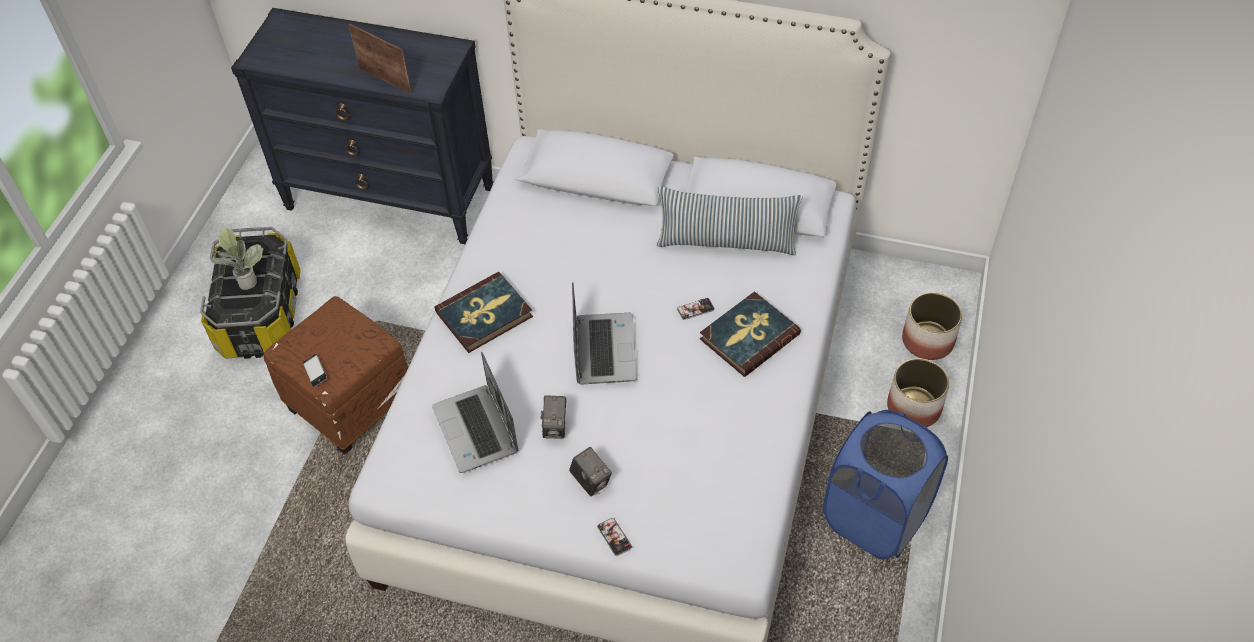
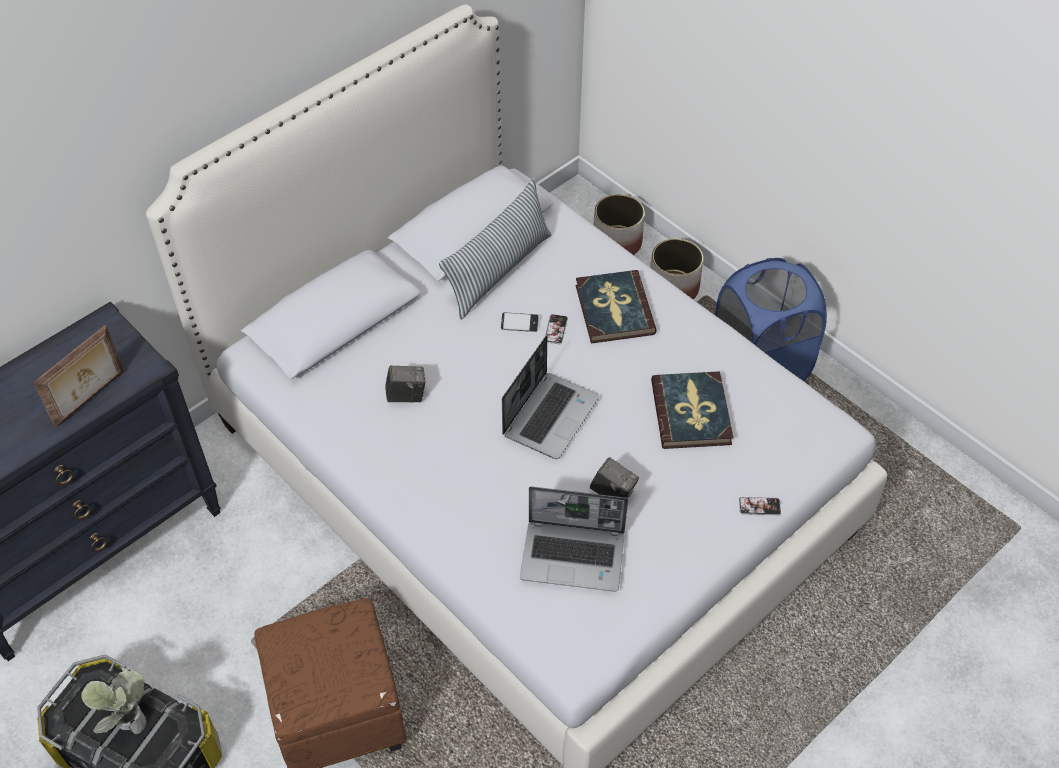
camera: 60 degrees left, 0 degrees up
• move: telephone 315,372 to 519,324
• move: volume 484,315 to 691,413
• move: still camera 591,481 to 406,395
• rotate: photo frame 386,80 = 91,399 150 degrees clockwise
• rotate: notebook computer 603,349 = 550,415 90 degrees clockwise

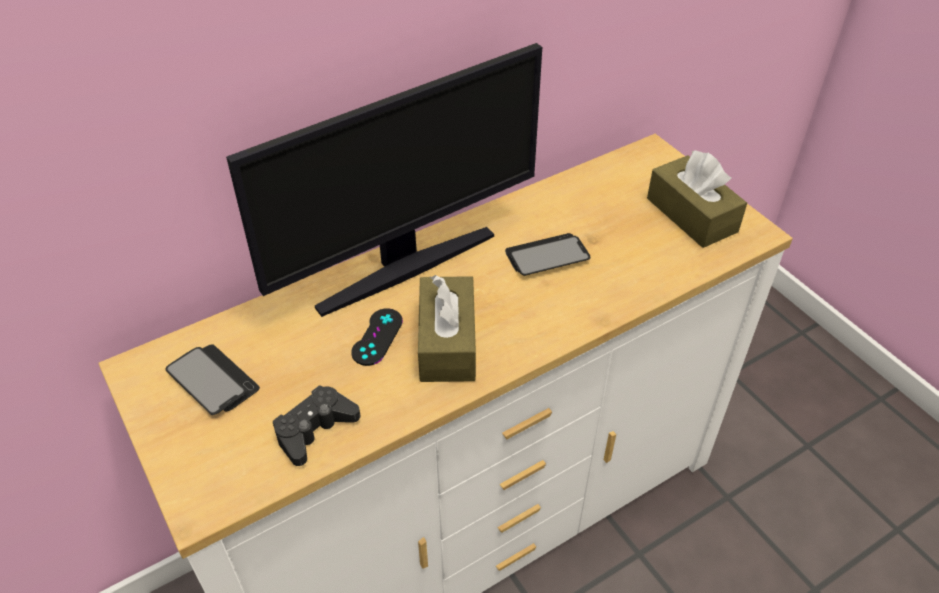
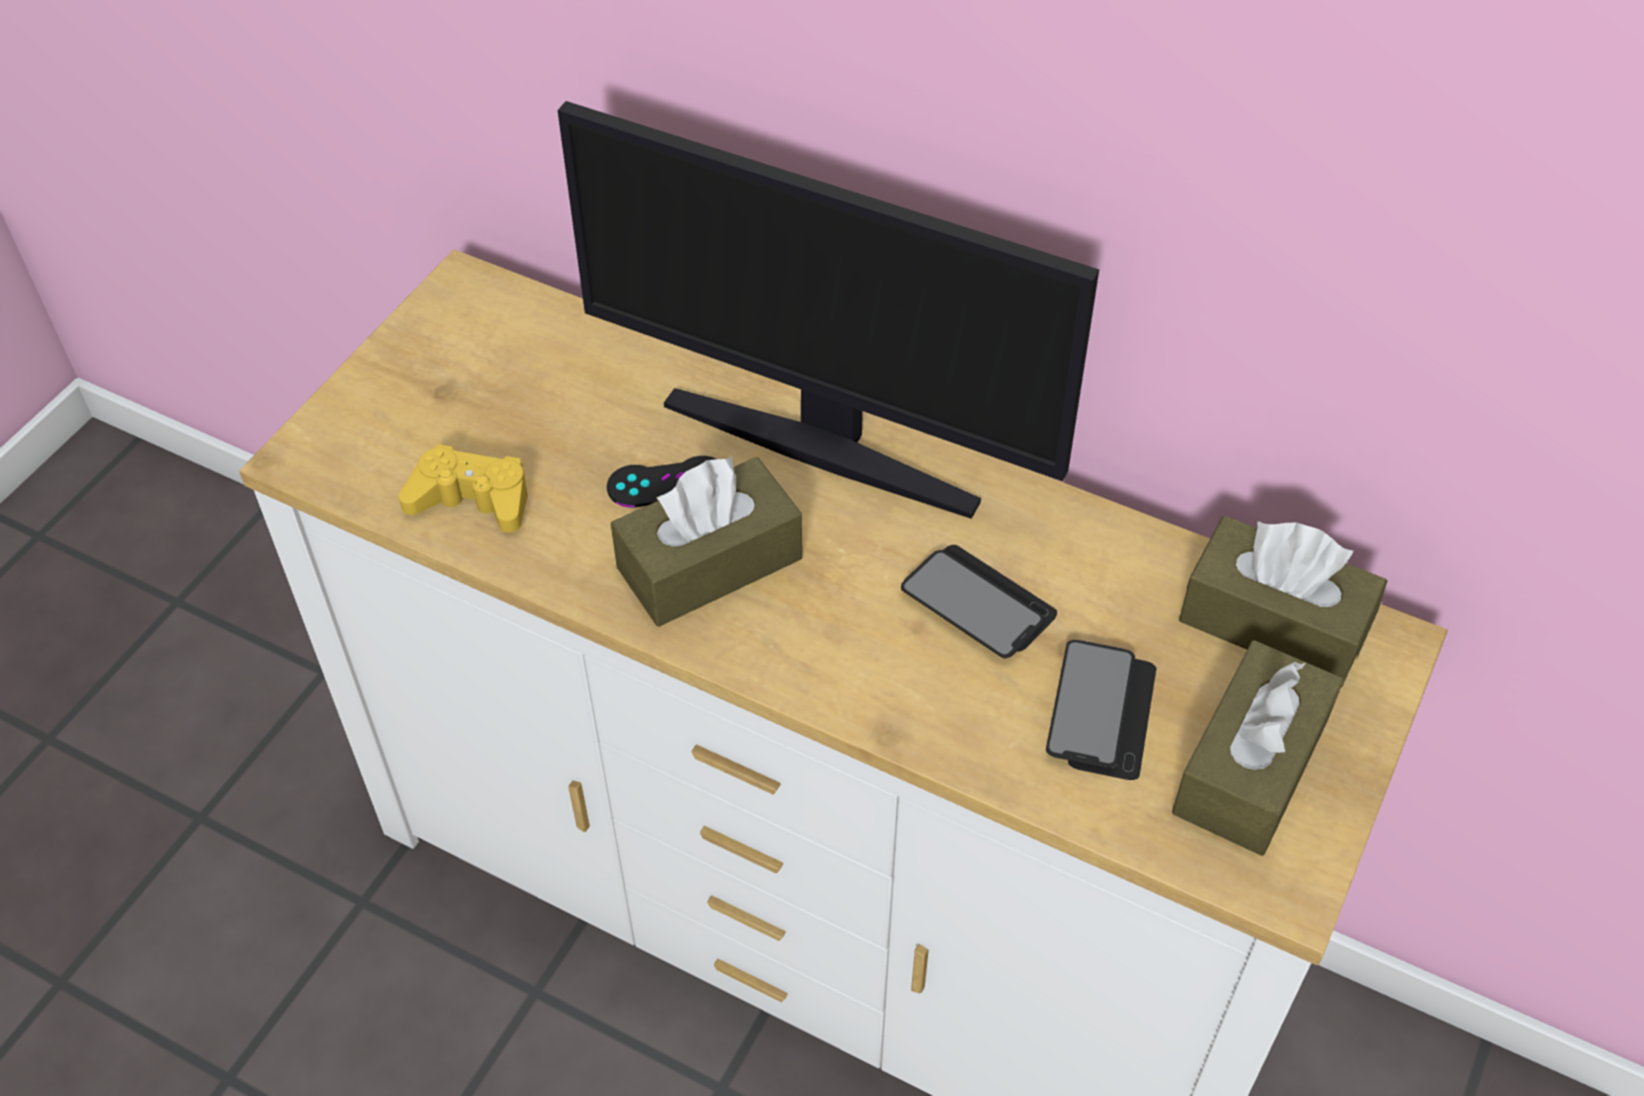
camera: 60 degrees right, 5 degrees up
• insert: tissue box in brown 1274,623
• move: telephone 213,381 to 1101,712
• recolor: joypad in black-coloured 315,429 to joypad in yellowish 472,499

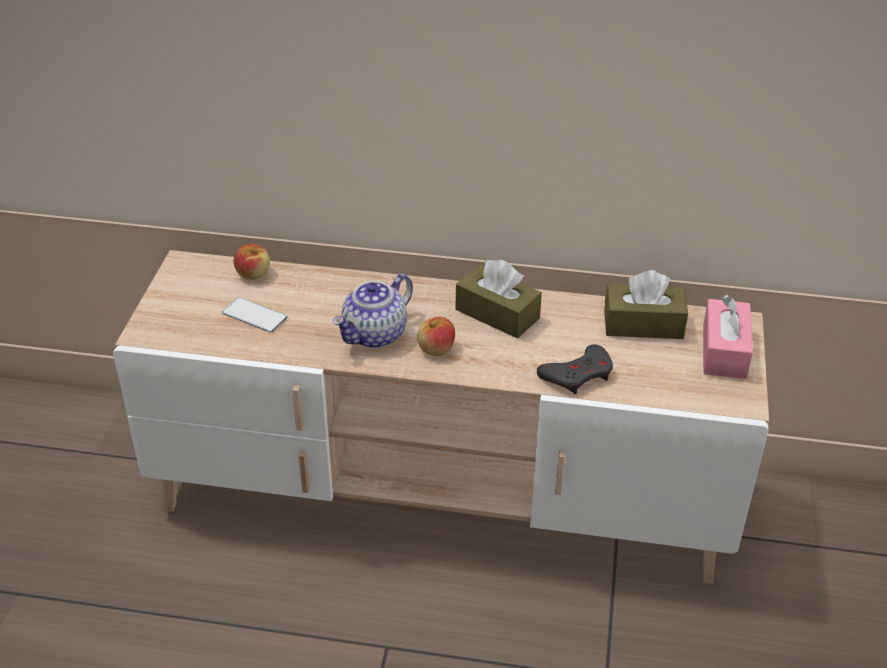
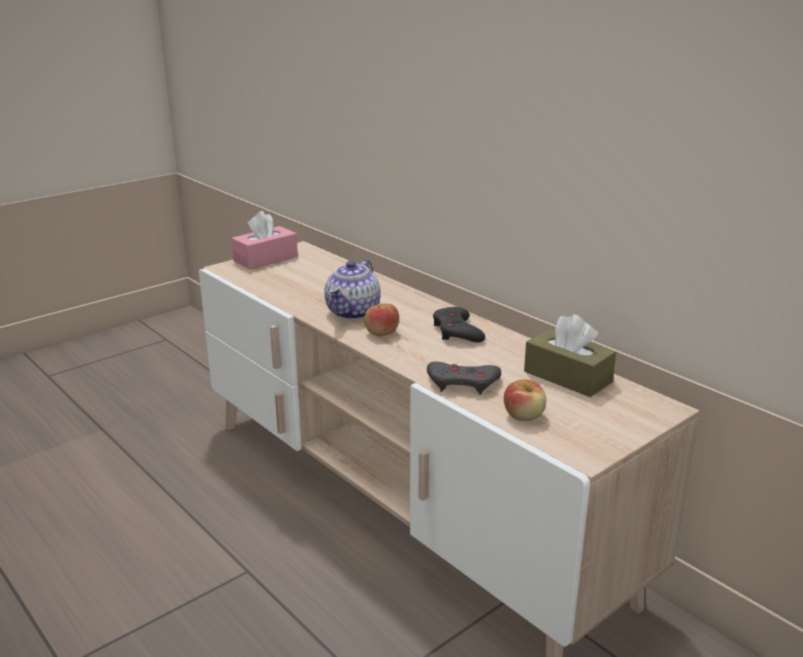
camera: 40 degrees right, 15 degrees down
• delete: telephone 254,315
• move: apple 253,274 to 524,416
• move: tissue box in pink-coloured 724,351 to 265,259
• replace: tissue box in brown 497,314 to joypad in black-coloured 457,331
• rotate: pot for tea 375,335 = 353,312 60 degrees counterclockwise

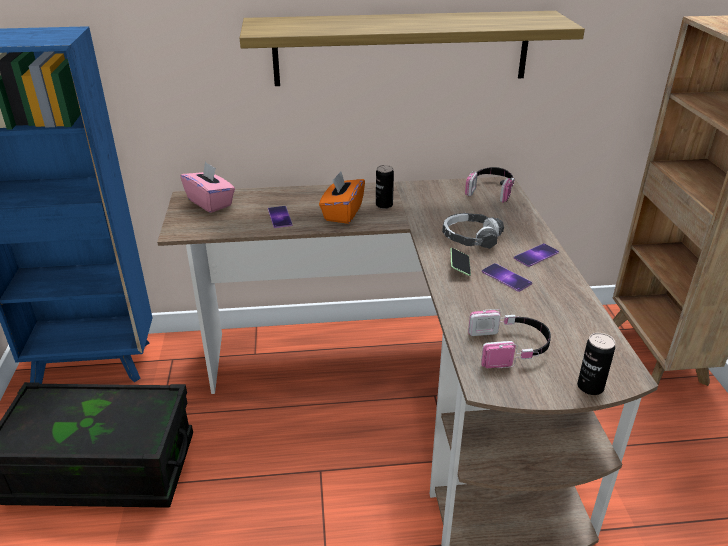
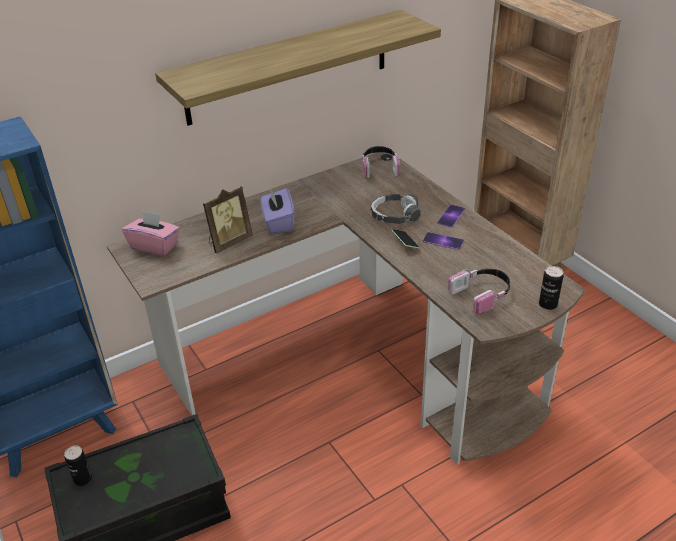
camera: 25 degrees left, 5 degrees up
• move: metal can 384,205 to 83,479
• replace: telephone 280,217 to photo frame 229,242
• recolor: tissue box in orange 342,213 to tissue box in purple-coloured 278,222

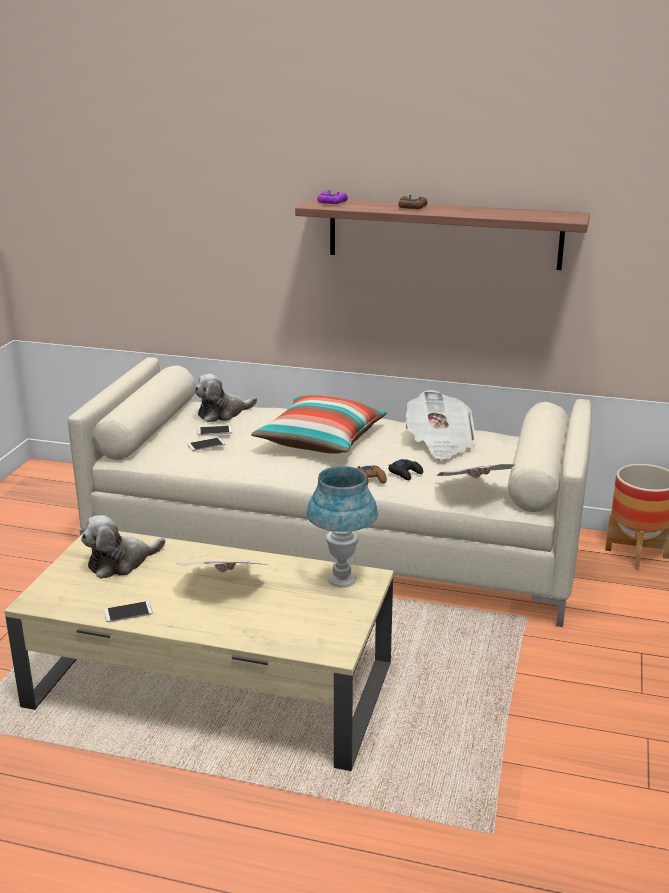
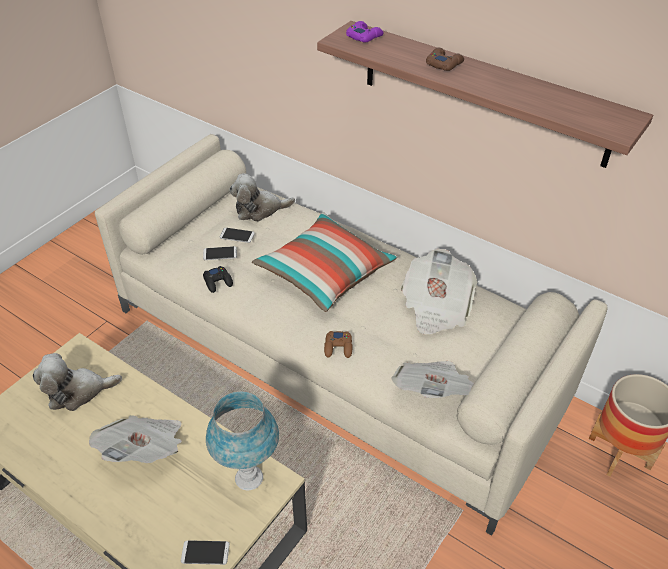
camera: 20 degrees right, 20 degrees up
• move: telephone 128,612 to 205,552
• move: joypad in black-coloured 405,473 to 218,282

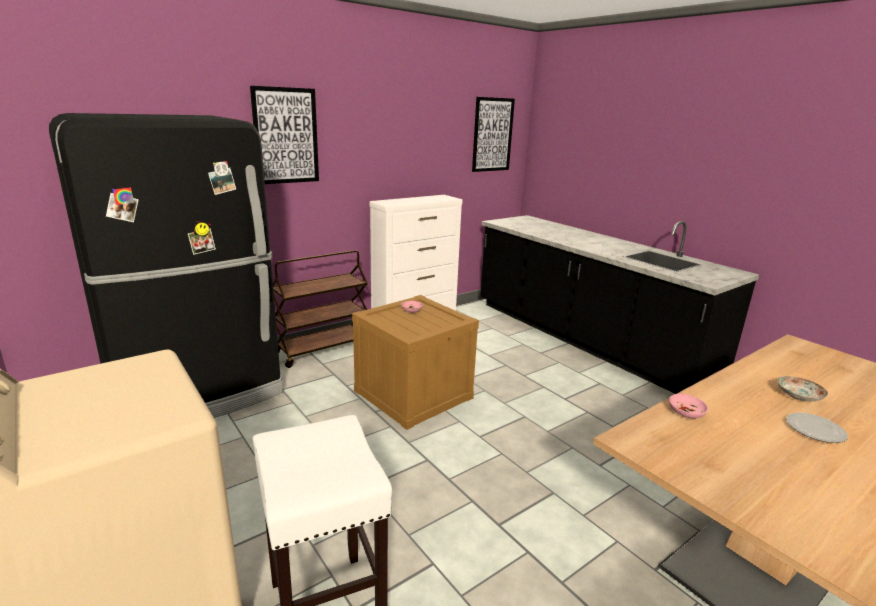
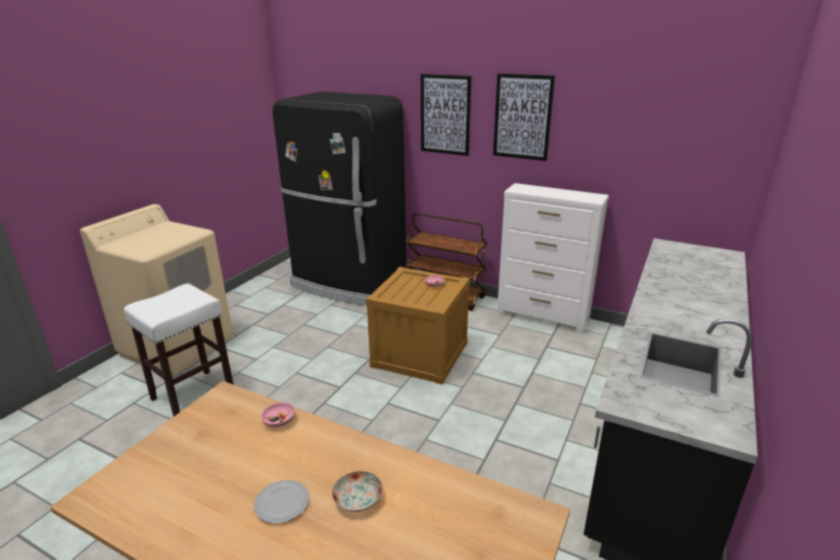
camera: 65 degrees right, 5 degrees up
• move: wall art 492,135 to 522,117

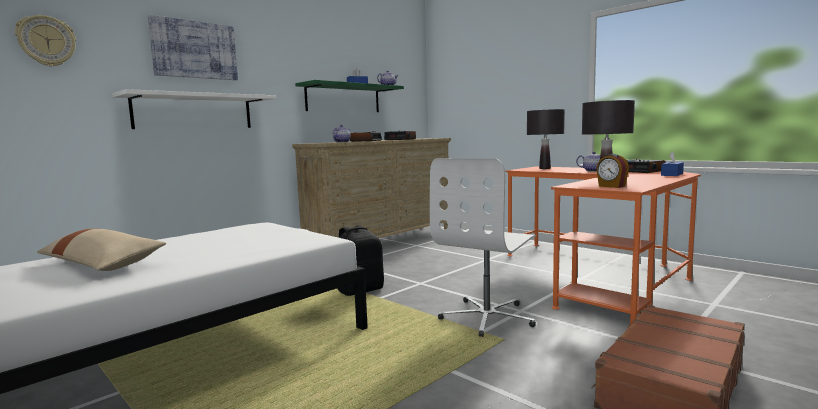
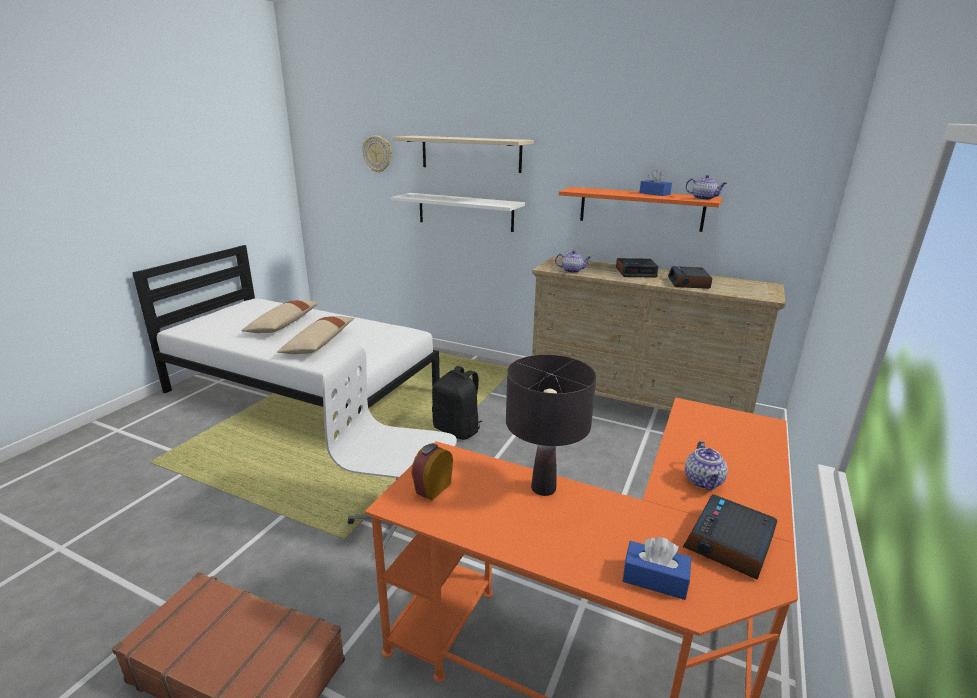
camera: 70 degrees right, 15 degrees up
• delete: table lamp in black-coloured 544,168
• insert: cushion in sand-coloured 319,343
• replace: wall art 195,50 to bracket shelf in sand-coloured 470,153
• recolor: bracket shelf in green-coloured 343,98 to bracket shelf in orange 640,208

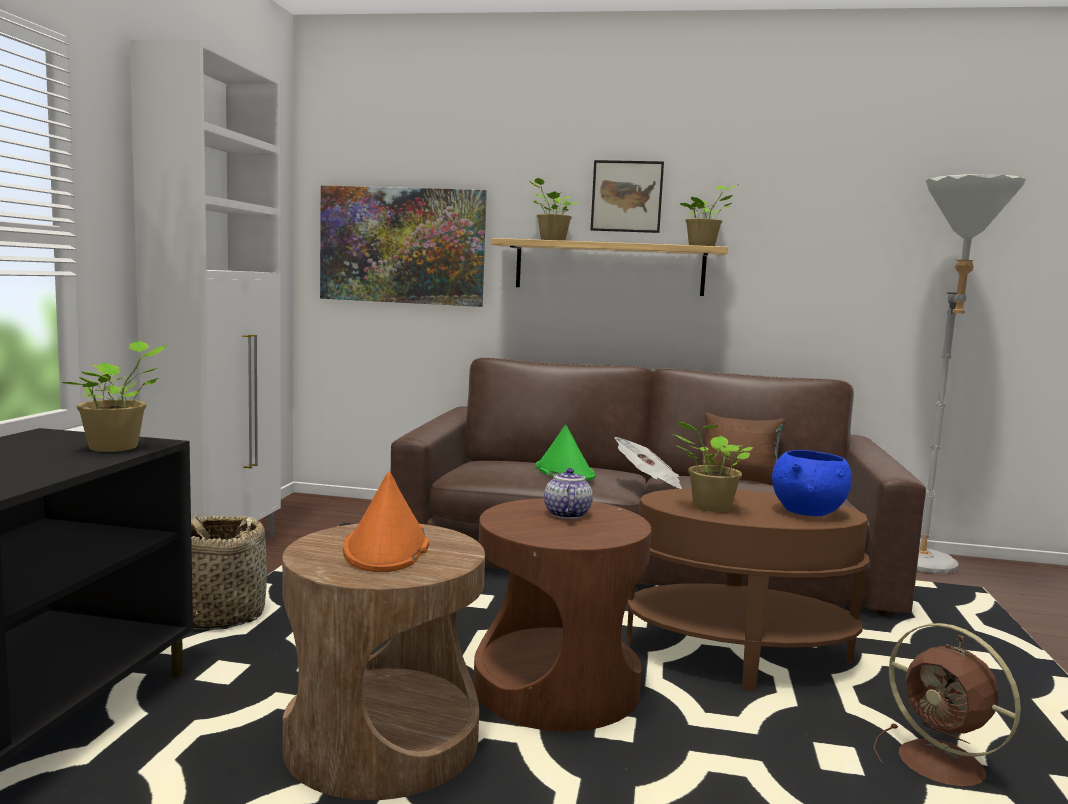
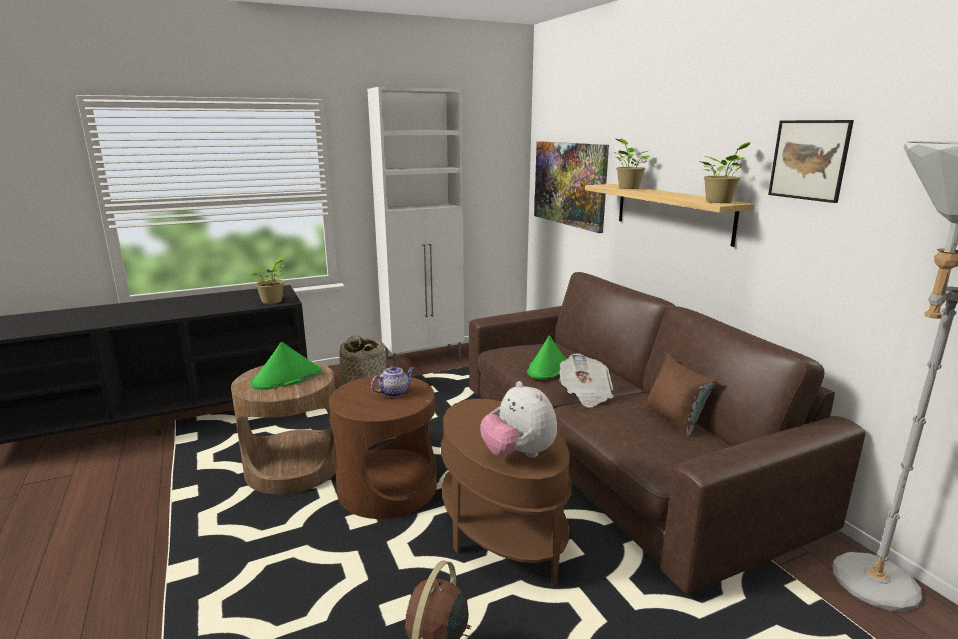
camera: 55 degrees right, 10 degrees up
• delete: houseplant 709,507
• move: wall art 626,196 to 809,160
• replace: serving bowl in bluish 808,512 to plush toy 518,454
• recolor: wearable hat in orange 387,548 to wearable hat in green-coloured 286,378

